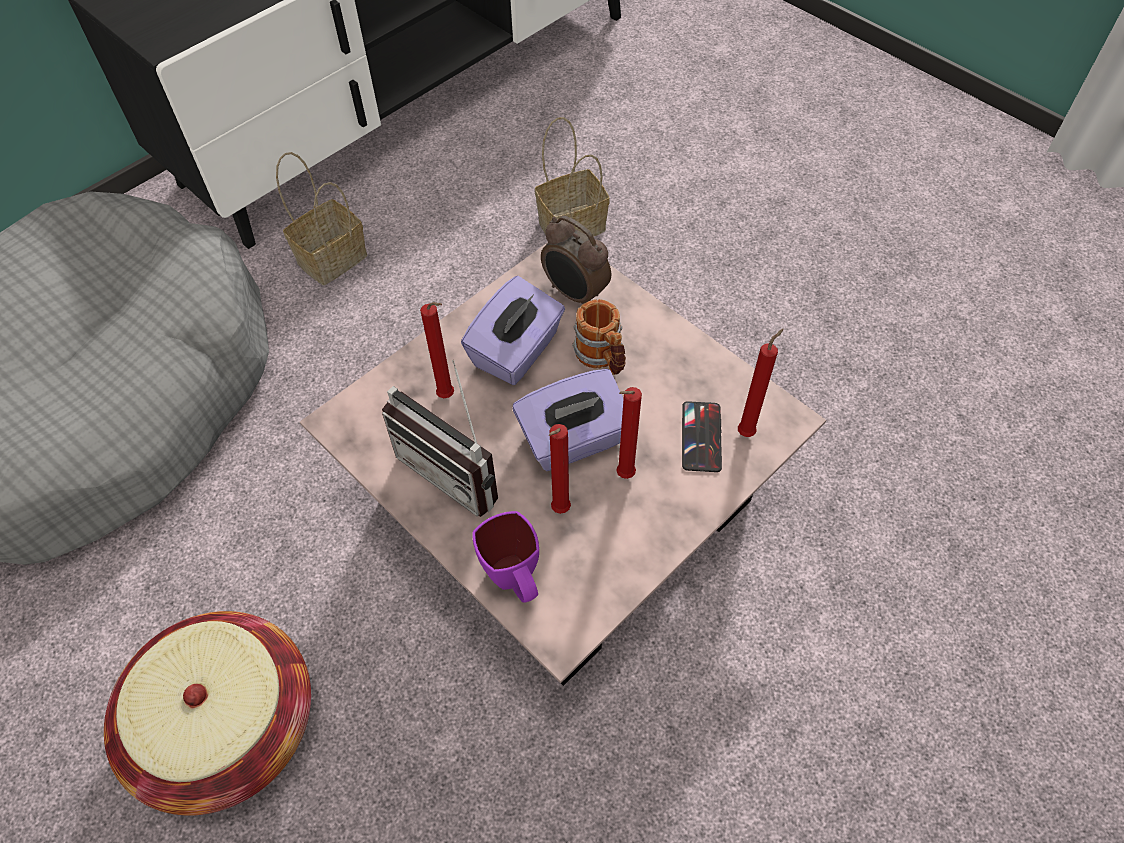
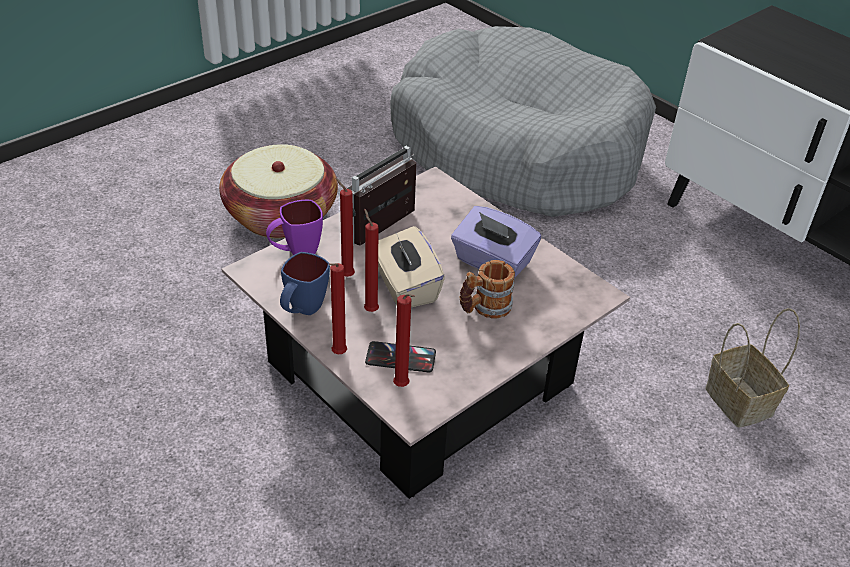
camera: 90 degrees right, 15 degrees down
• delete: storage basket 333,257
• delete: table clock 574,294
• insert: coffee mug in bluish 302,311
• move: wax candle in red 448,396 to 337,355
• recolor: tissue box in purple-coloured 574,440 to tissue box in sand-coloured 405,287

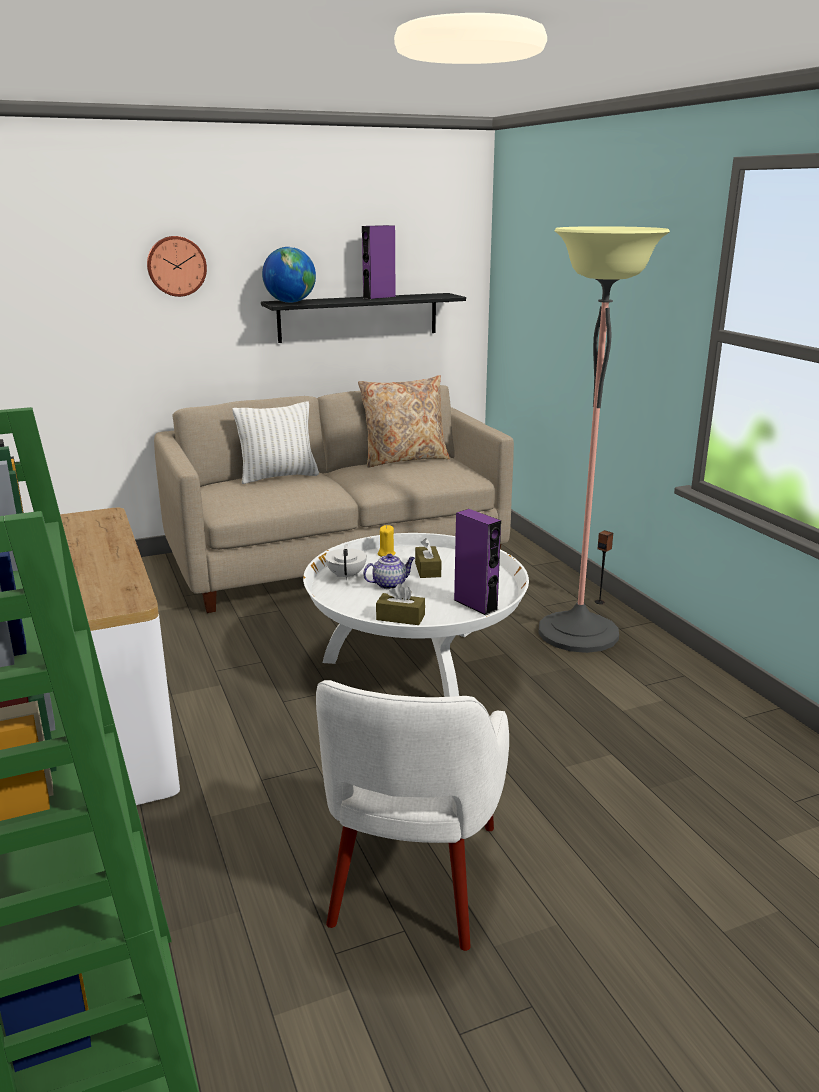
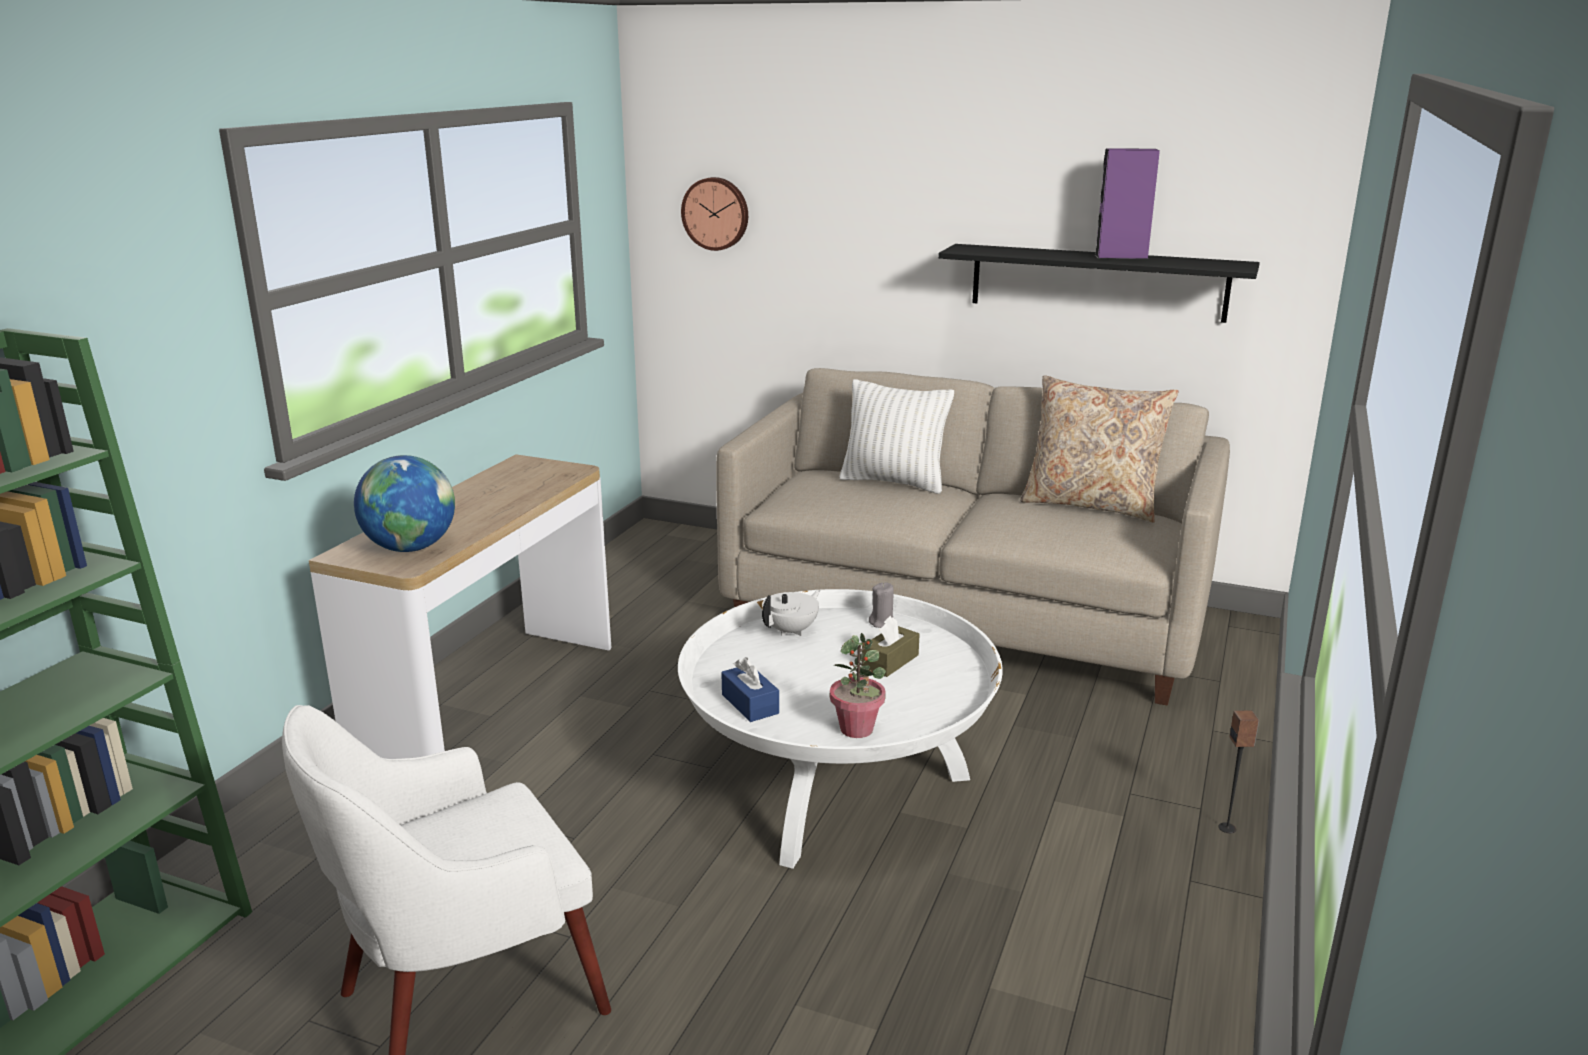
camera: 45 degrees right, 0 degrees up
• delete: pot for tea 390,584
• delete: standard lamp 578,633
• move: hanging clock 176,266 to 716,213
• move: globe 290,302 to 411,548
• replace: speaker in purple-coloured 475,604 to houseplant 857,729
• recolor: tissue box in brown 400,617 to tissue box in bluish 750,704
• recolor: wax candle in yellowish 386,554 to wax candle in gray 882,622

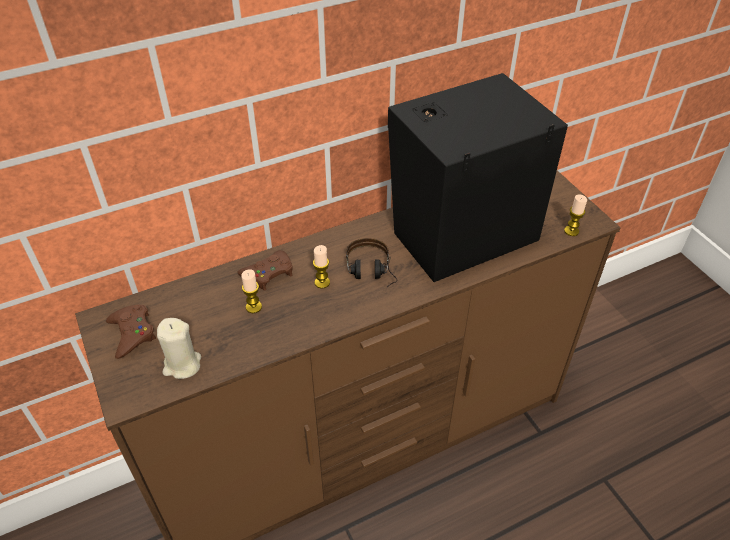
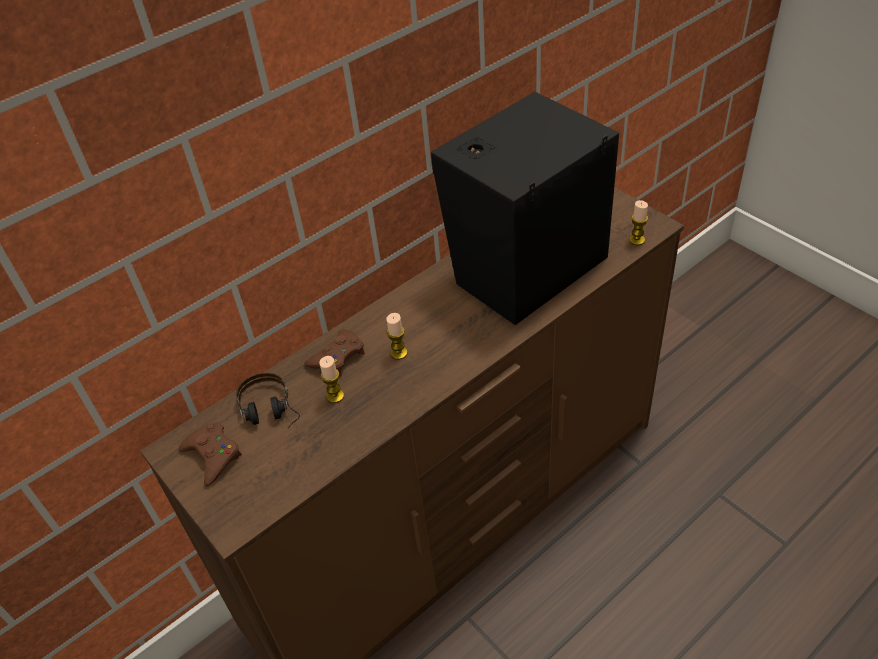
camera: 10 degrees left, 0 degrees up
• delete: wax candle in sand-coloured 182,365
• move: headset 371,274 to 270,415

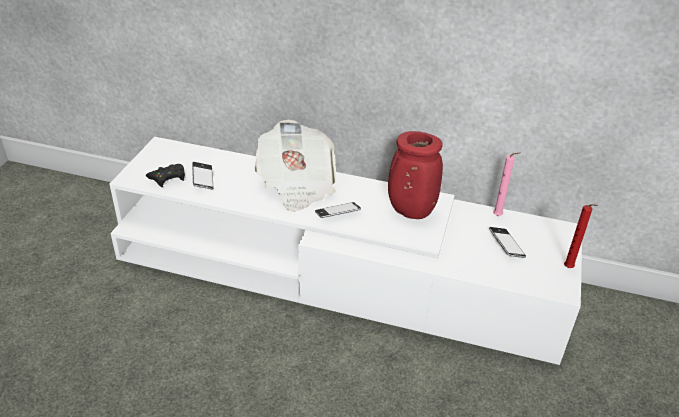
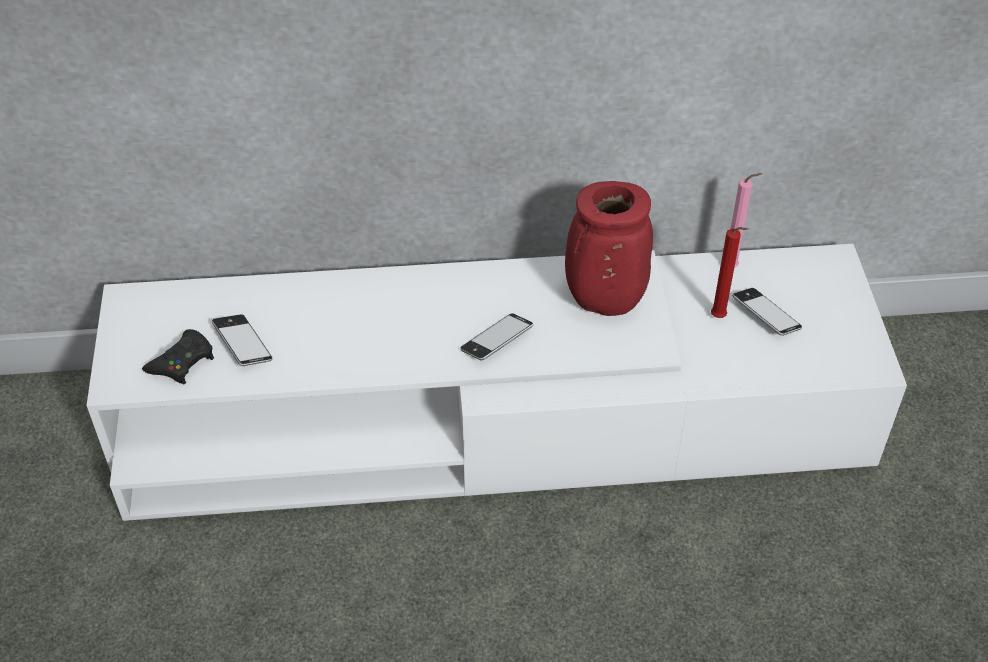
camera: 20 degrees left, 10 degrees up
• delete: daily paper 296,184
• move: wax candle in red 569,269 to 720,318

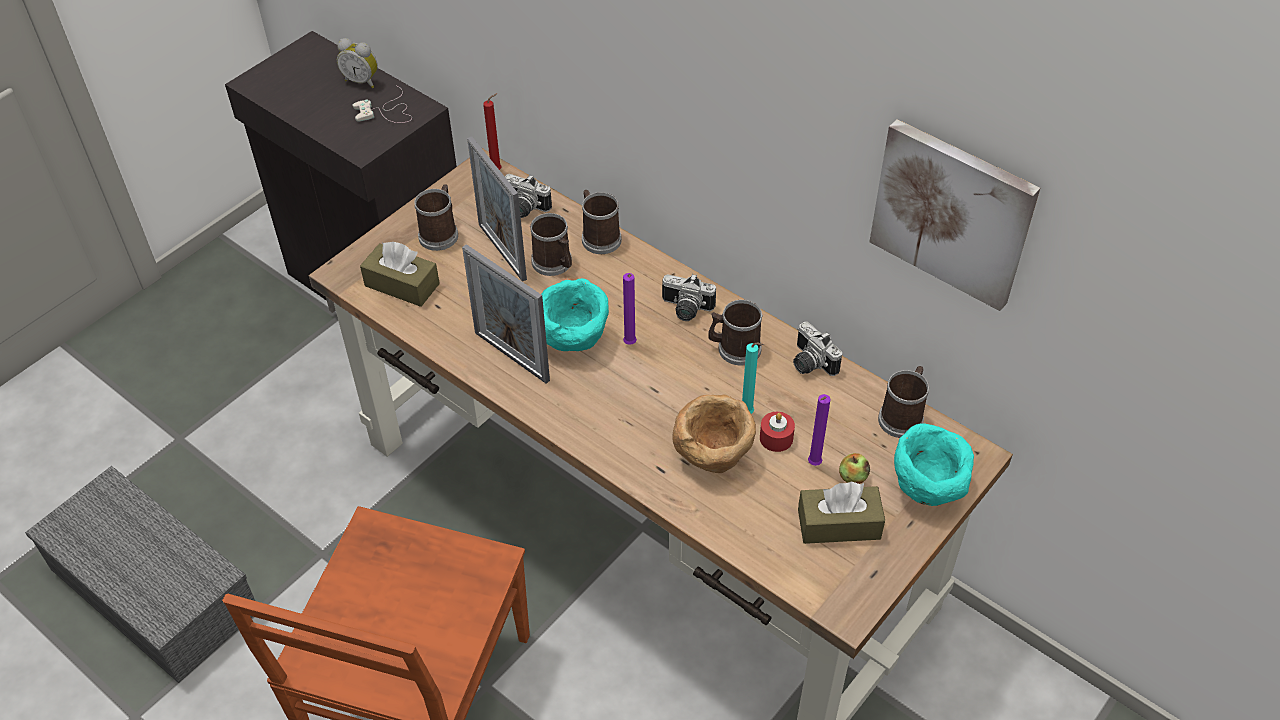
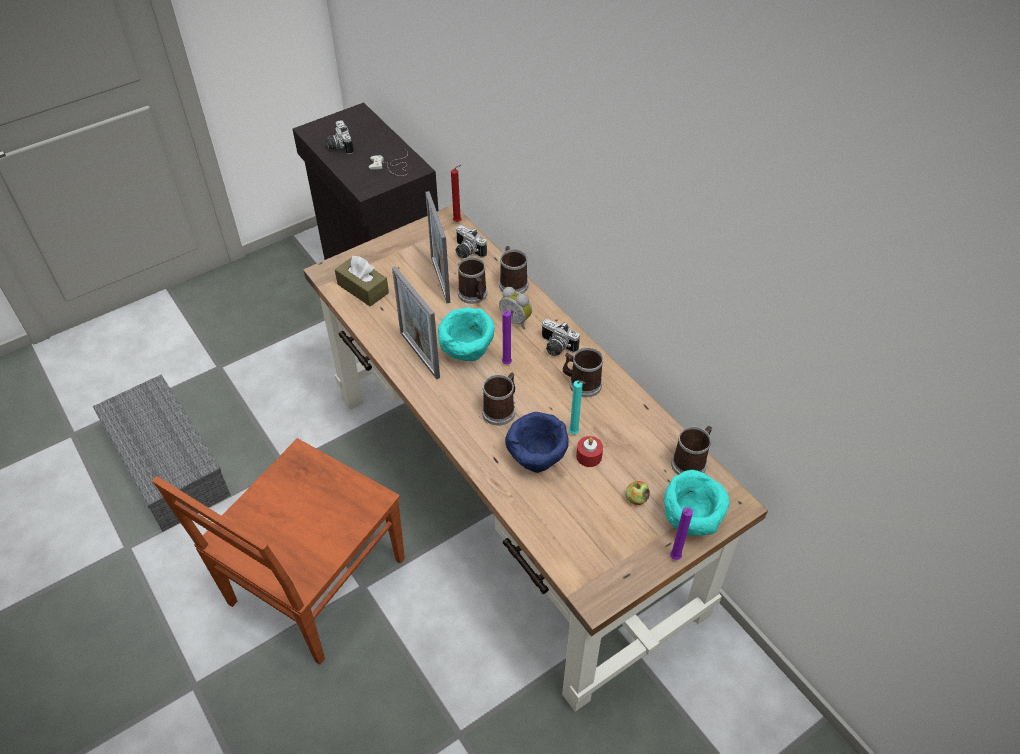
camera: 15 degrees right, 0 degrees up
• delete: tissue box in brown 839,524
• delete: wall art 953,212
• move: table clock 362,81 to 516,320
• move: coffee mug 440,233 to 501,409
• move: still camera 809,363 to 339,146
• move: wax candle in purple-coloured 813,465 to 674,558
• recolor: serving bowl in brown 713,457 to serving bowl in bluish 537,460

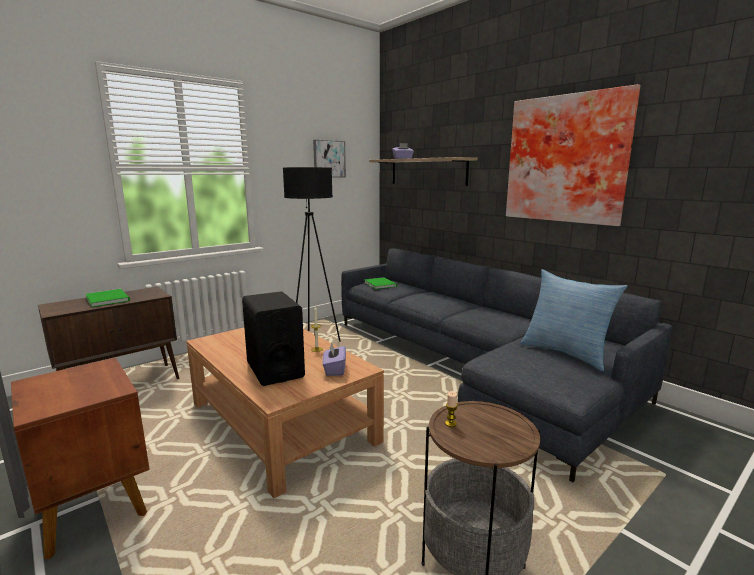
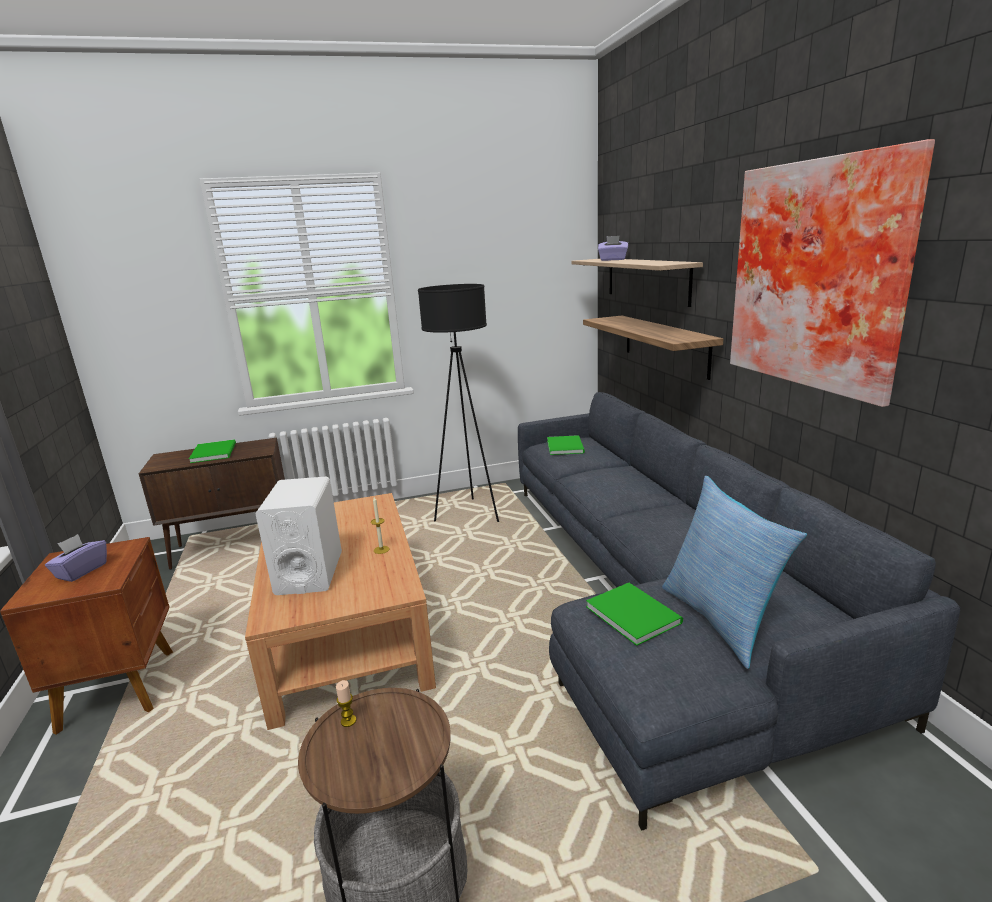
camera: 25 degrees right, 5 degrees up
• delete: wall art 328,159
• insert: bracket shelf 665,345
• insert: volume in green-coloured 632,613
• move: tissue box in purple-coloured 334,369 to 81,571
• recolor: speaker in black-coloured 275,369 to speaker in whitish 309,573

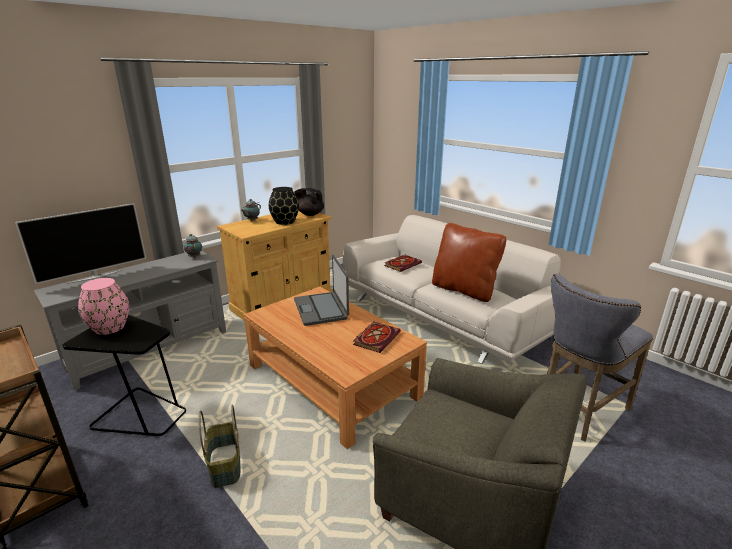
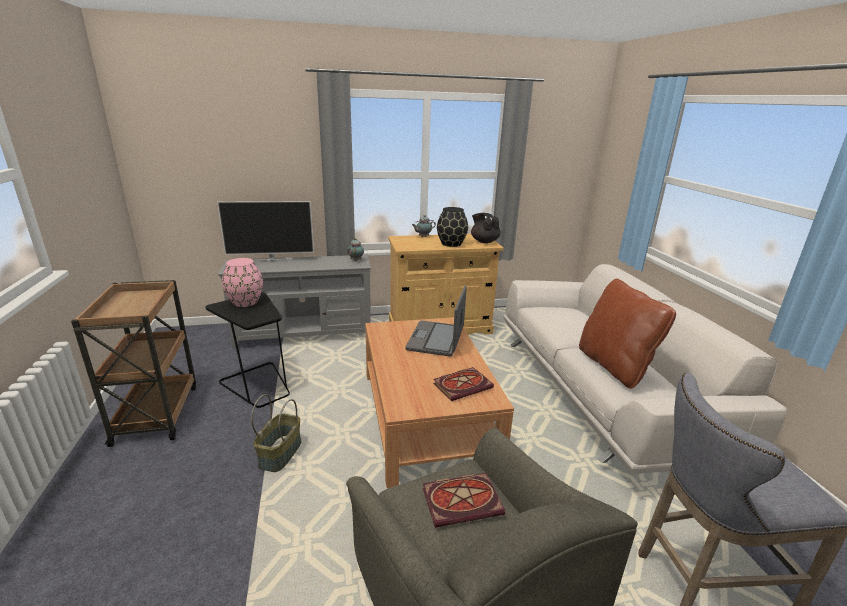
camera: 30 degrees right, 0 degrees up
• move: volume 402,264 to 463,500

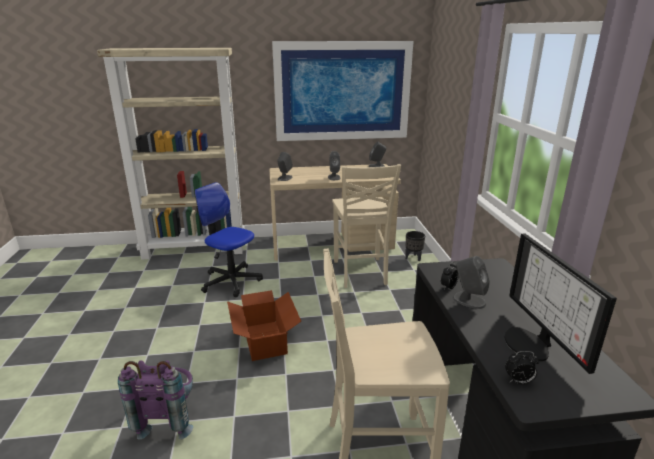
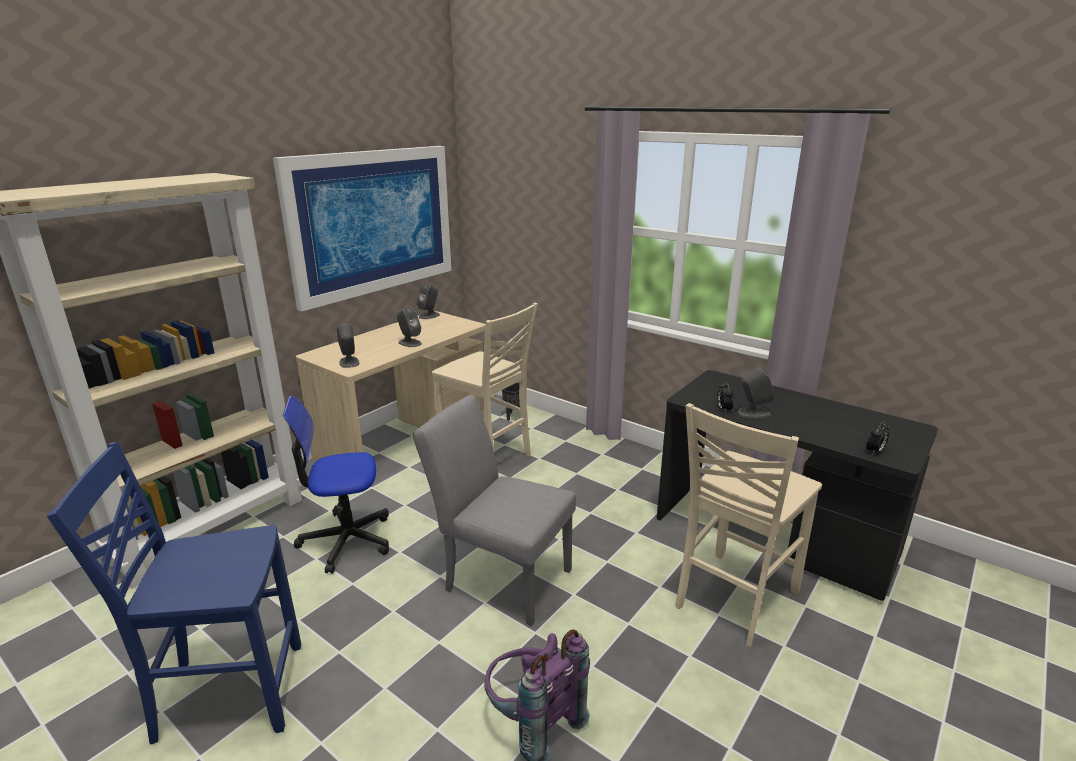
camera: 45 degrees left, 0 degrees up
• delete: computer screen 532,343
• insert: chair in bluish 227,693
• replace: packing box 265,340 to chair in gray 500,577

